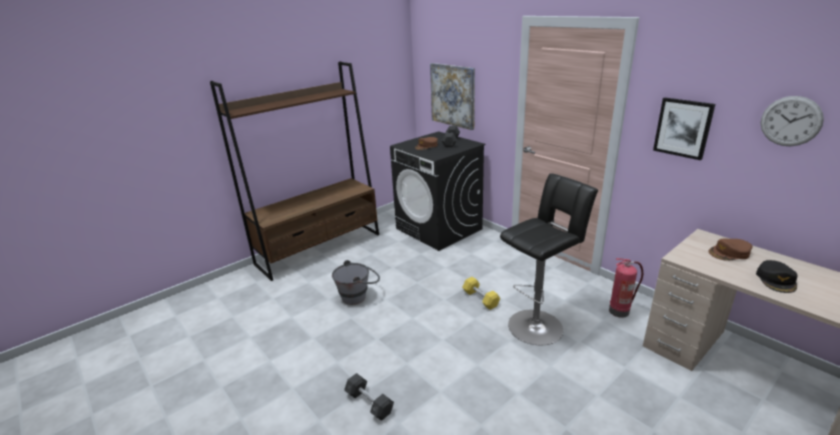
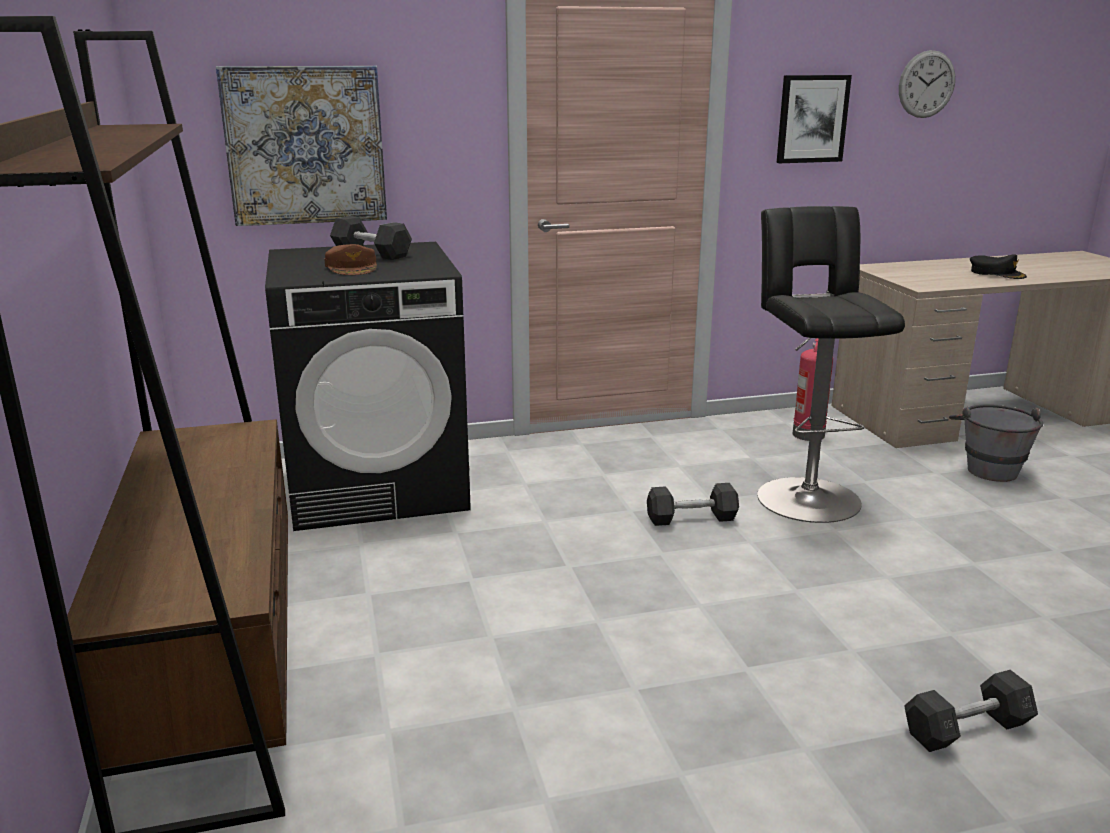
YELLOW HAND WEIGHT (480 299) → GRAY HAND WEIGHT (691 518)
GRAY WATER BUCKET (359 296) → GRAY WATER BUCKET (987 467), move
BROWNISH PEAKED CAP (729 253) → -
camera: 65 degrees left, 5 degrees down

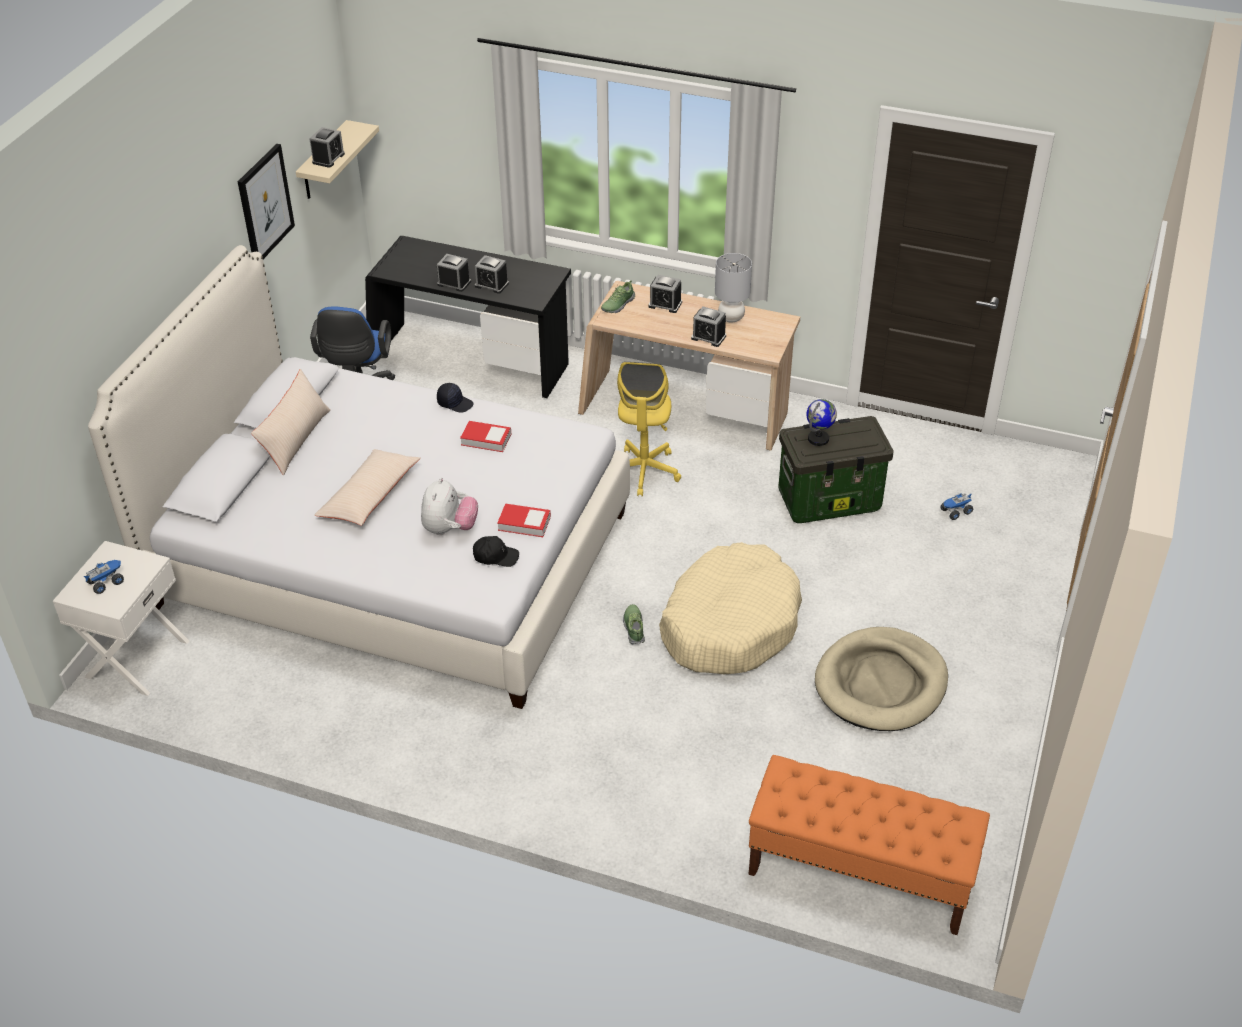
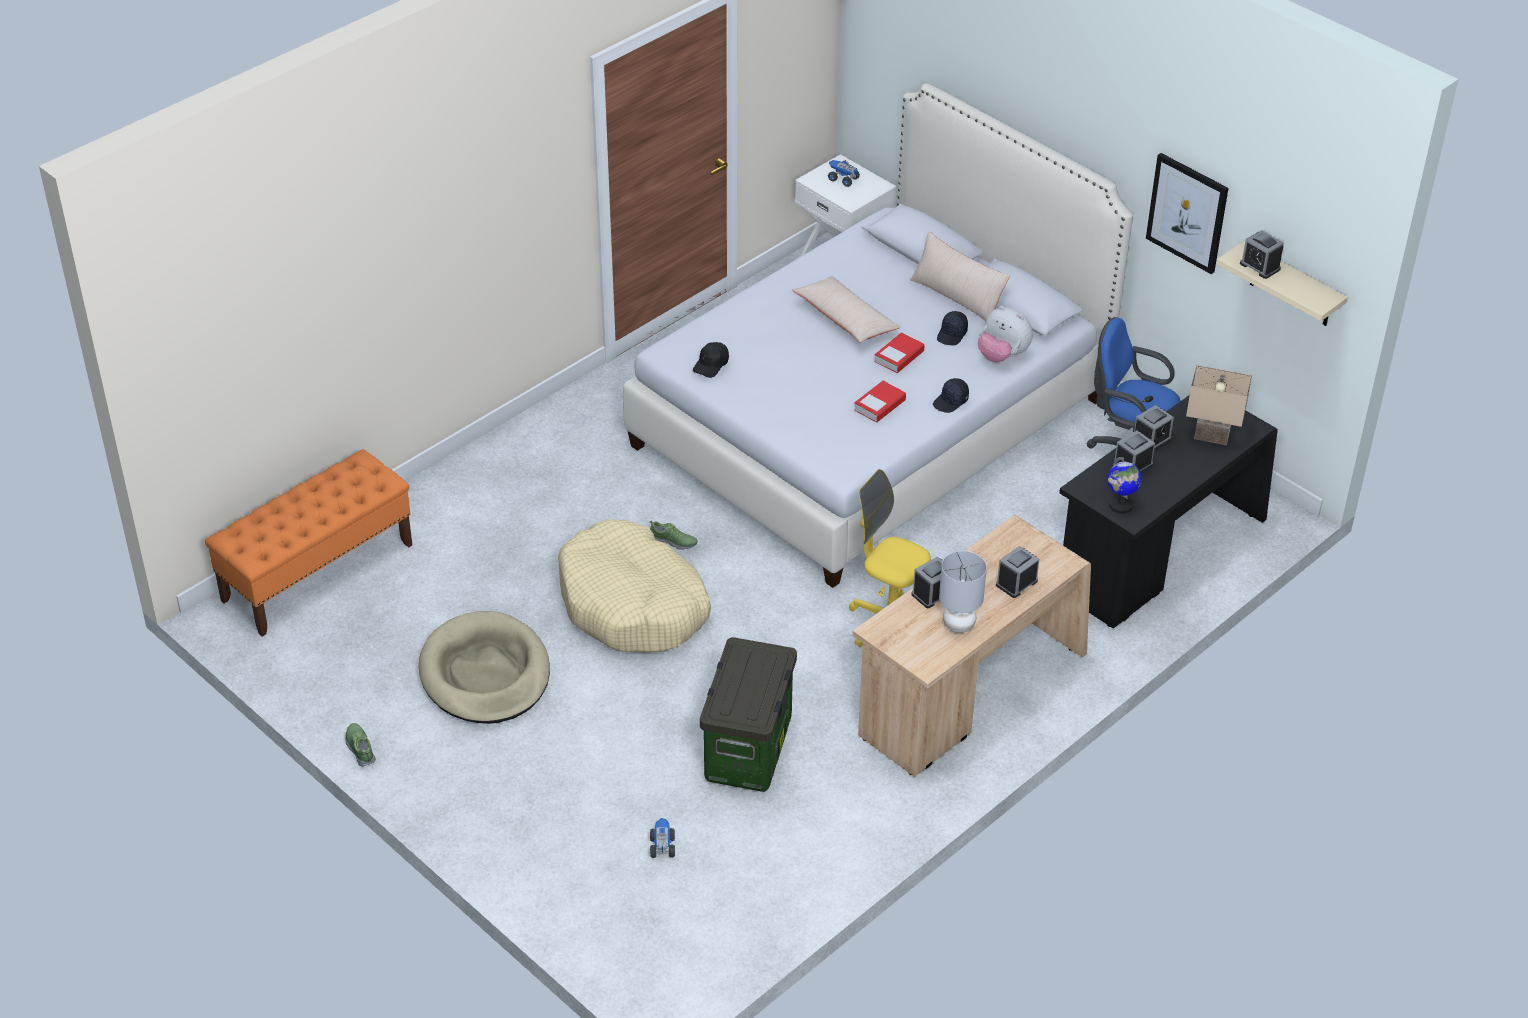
SHOE (617 305) → SHOE (360 748), move
TOY LORRY (106 582) → TOY LORRY (842 179), 135 degrees clockwise
BOUND BOOK (524 523) → BOUND BOOK (899 356), move
- → BLACK PEAKED CAP (952 334)
SOFT TOY (449 529) → SOFT TOY (1002 356), move
DESK GLOBE (818 439) → DESK GLOBE (1120 505), move
- → SAND-COLOURED LAMP FOR A TABLE (1212 434)
camera: 115 degrees right, 0 degrees up

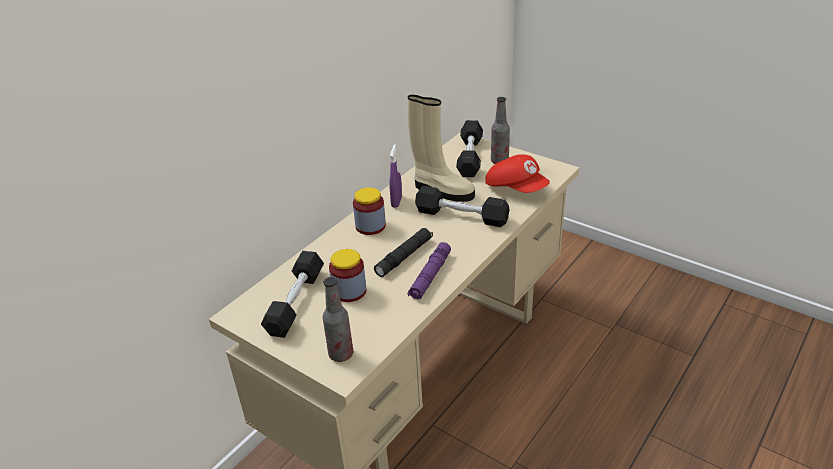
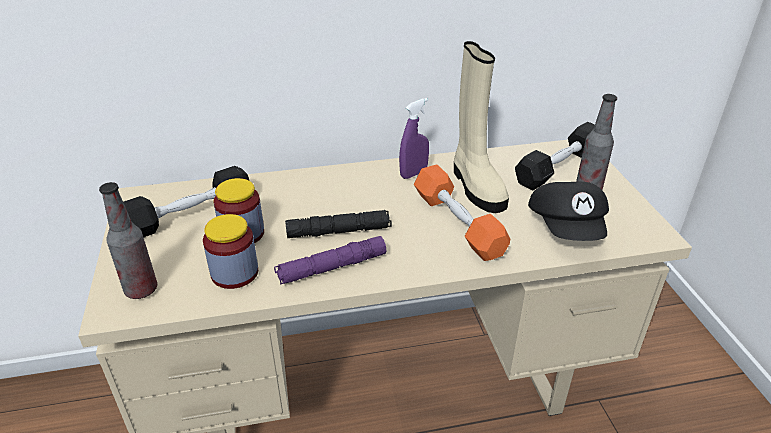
PRESERVE JAR (370 226) → PRESERVE JAR (234 273), move
BLACK HAND WEIGHT (461 216) → ORANGE HAND WEIGHT (458 224)
REDDISH PEAKED CAP (516 188) → BLACK PEAKED CAP (567 228)
camera: 40 degrees right, 0 degrees up

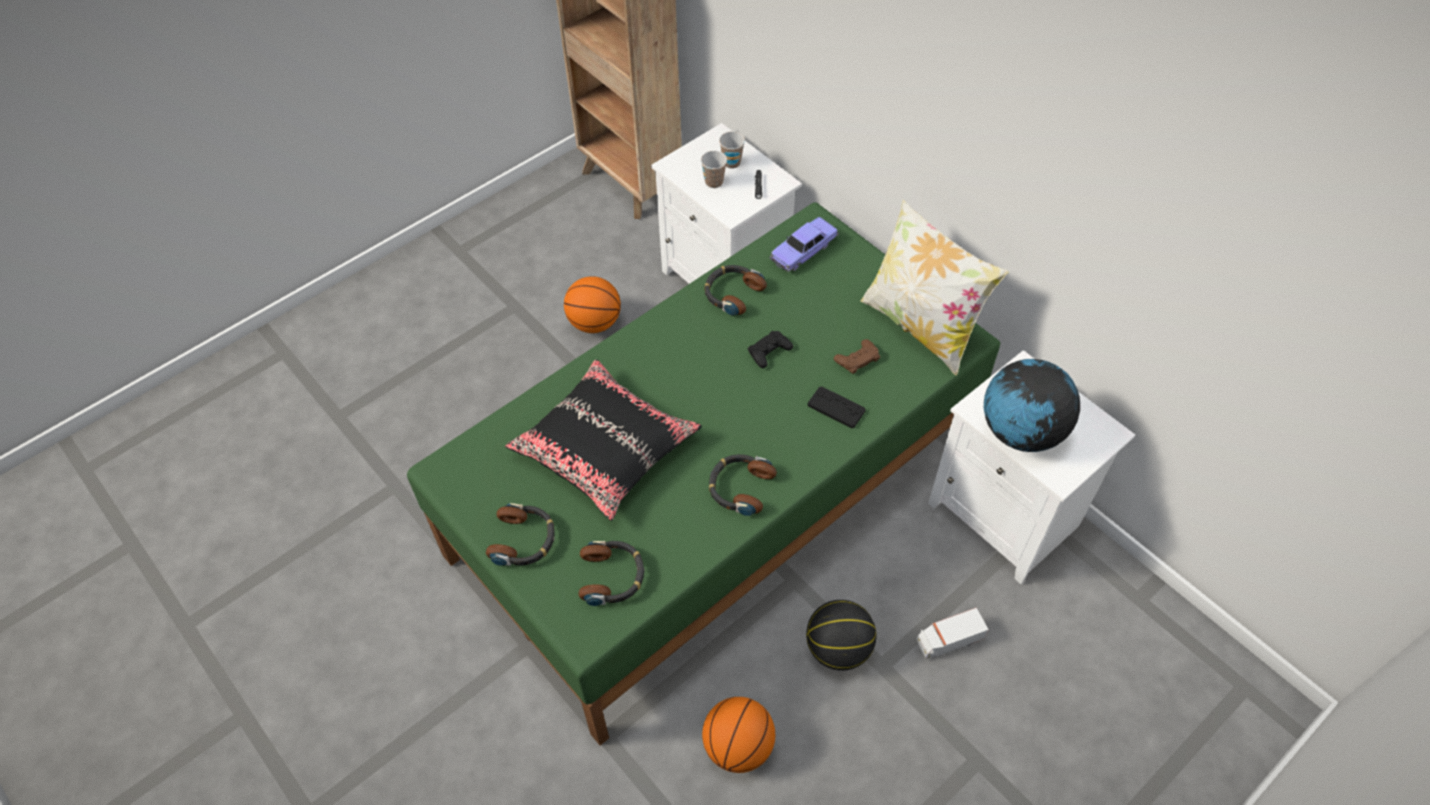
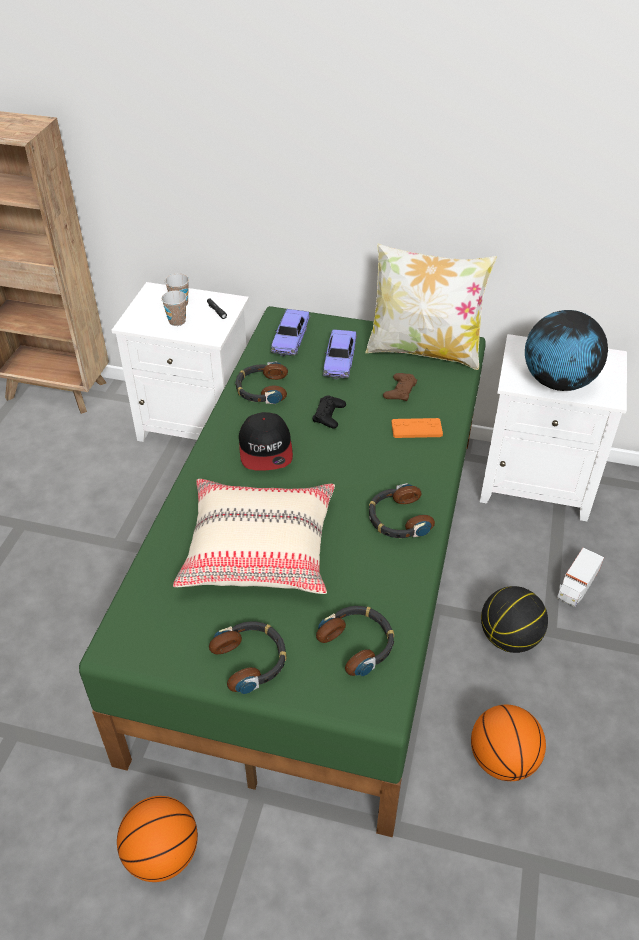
BASKETBALL (595 322) → BASKETBALL (162 854), move
BLACK CUSHION (606 448) → SAND-COLOURED CUSHION (259 548)
- → PEAKED CAP (266 449)
- → MODEL CAR (340 361)
BLACK GAMEPAD (836 408) → ORANGE GAMEPAD (416 429)
camera: 35 degrees left, 10 degrees down

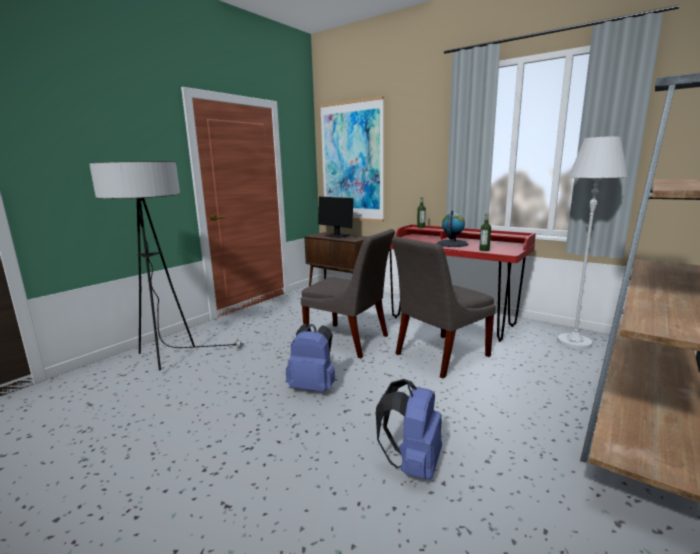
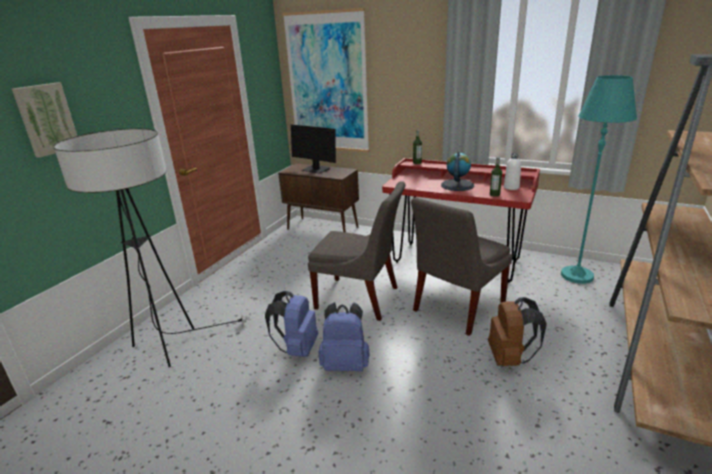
- → PICTURE (46 119)
BLUE-COLOURED RUCKSACK (412 464) → BLUE-COLOURED RUCKSACK (297 349), move
- → BROWNISH RUCKSACK (510 358)
- → WHITE BEVERAGE BOTTLE (511 187)
WHITE FLOOR LAMP (574 342) → TURQUOISE FLOOR LAMP (576 275)
camera: 10 degrees left, 10 degrees up

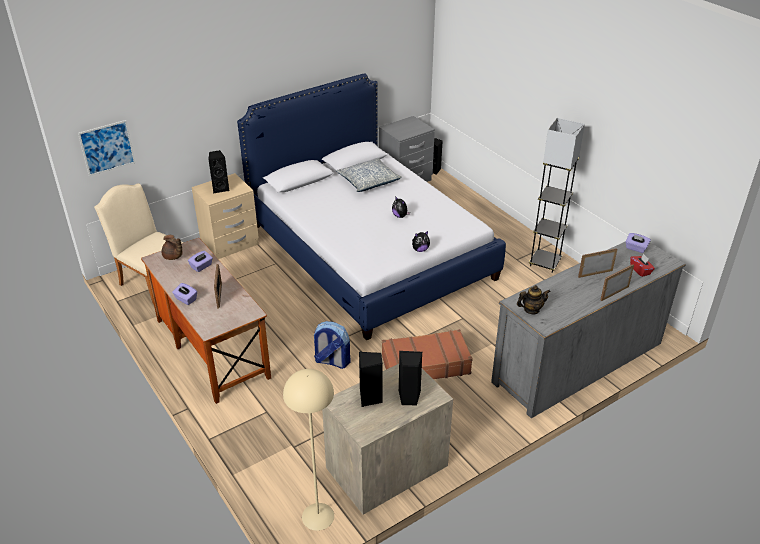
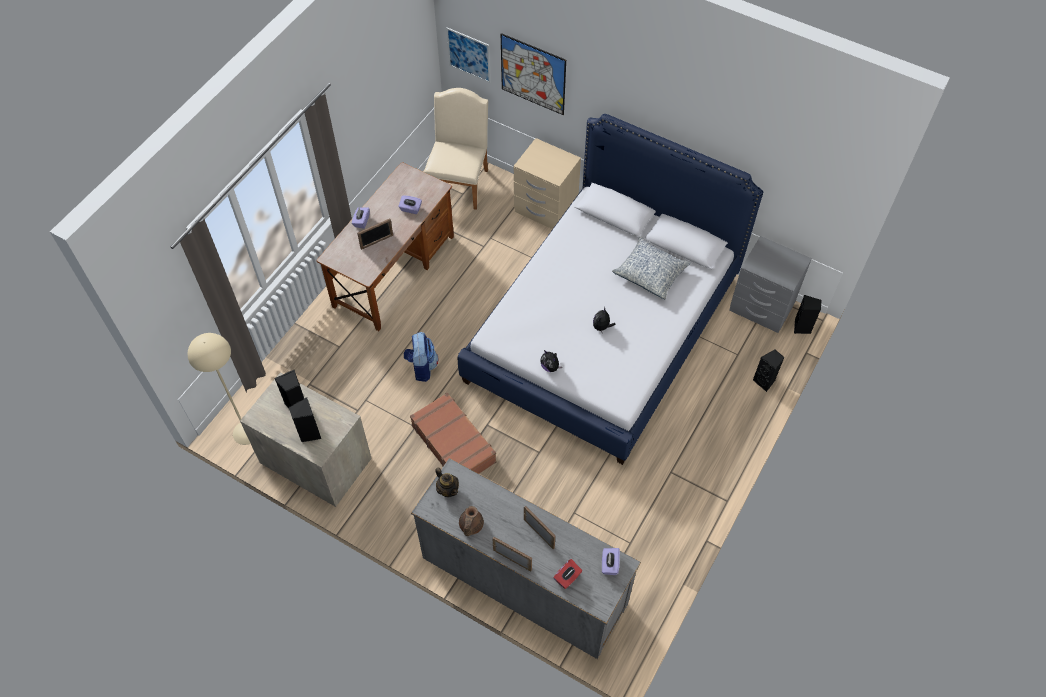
BROWNISH TEAPOT (173 256) → BROWNISH TEAPOT (470 526), move
- → PICTURE (533 74)
BLACK SPEAKER (220 188) → BLACK SPEAKER (765 381), move
GRAY FLOOR LAMP (545 263) → -
camera: 65 degrees right, 20 degrees up

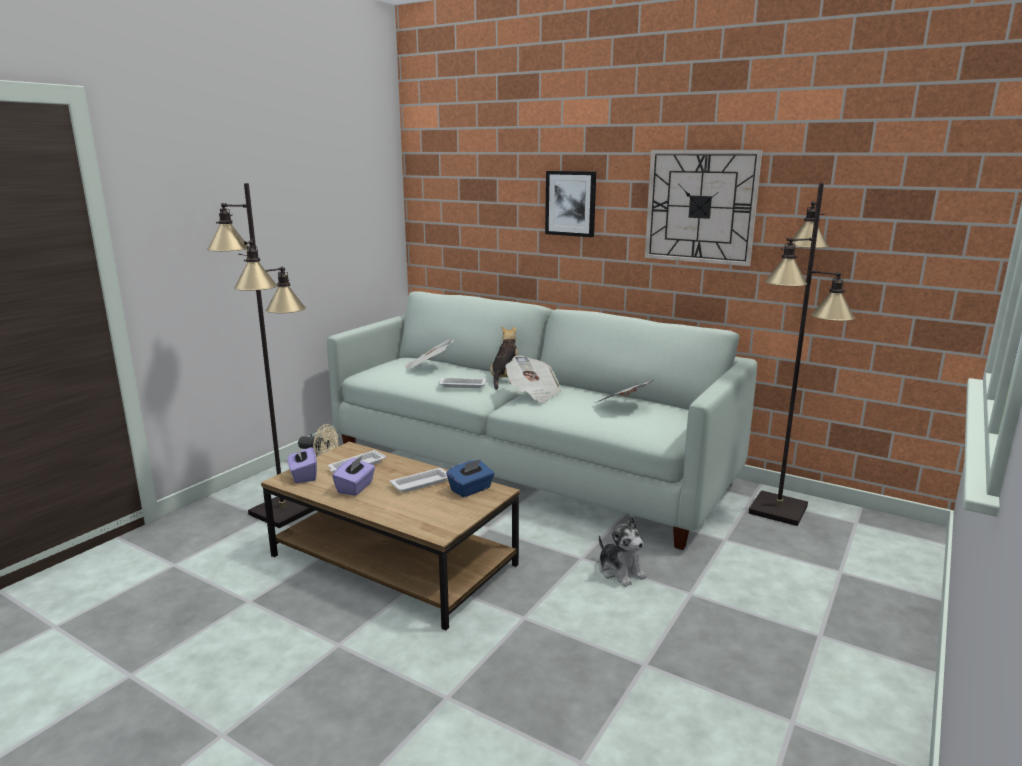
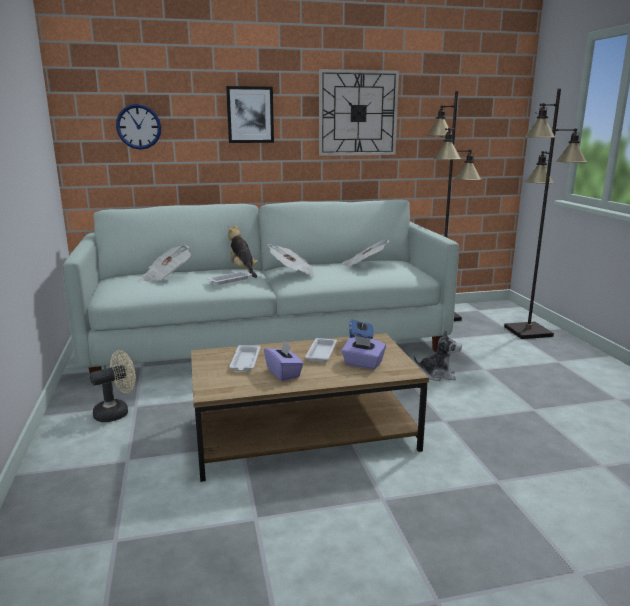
- → HANGING CLOCK (138 127)
PURPLE BOX OF TISSUES (303 476) → PURPLE BOX OF TISSUES (363 364), move
BLACK FLOOR LAMP (283 511) → BLACK FLOOR LAMP (527 331), move
camera: 45 degrees left, 0 degrees up

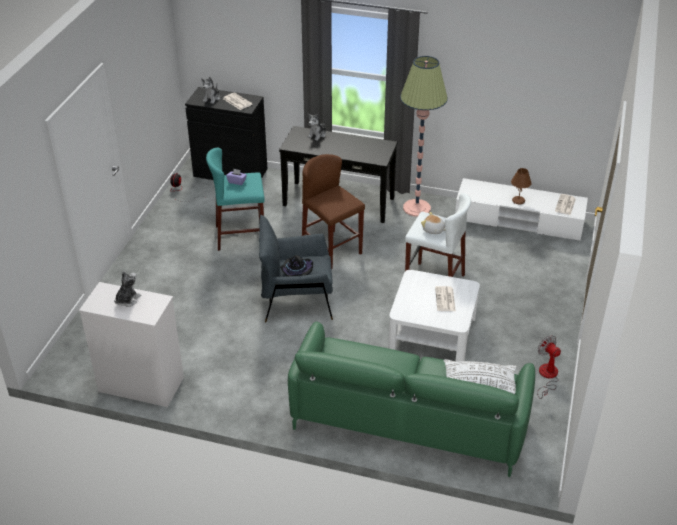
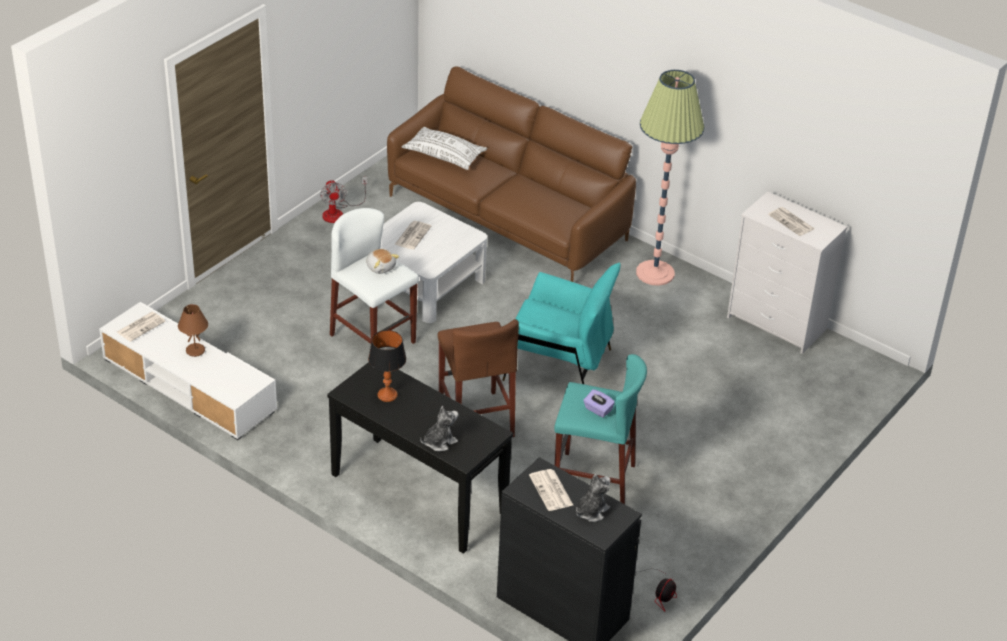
- → LAMP FOR A TABLE (387 395)
GREEN-COLOURED COUCH (408 419) → BROWNISH COUCH (507 218)
GRAY EASY CHAIR (296 299) → TURQUOISE EASY CHAIR (558 365)
FLOOR LAMP (416 208) → FLOOR LAMP (655 273), move
SOFT TOY (127 300) → PRINTED PAPER (792 222)
BLACK WEARABLE HAT (295 271) → -
camera: 160 degrees left, 0 degrees up

